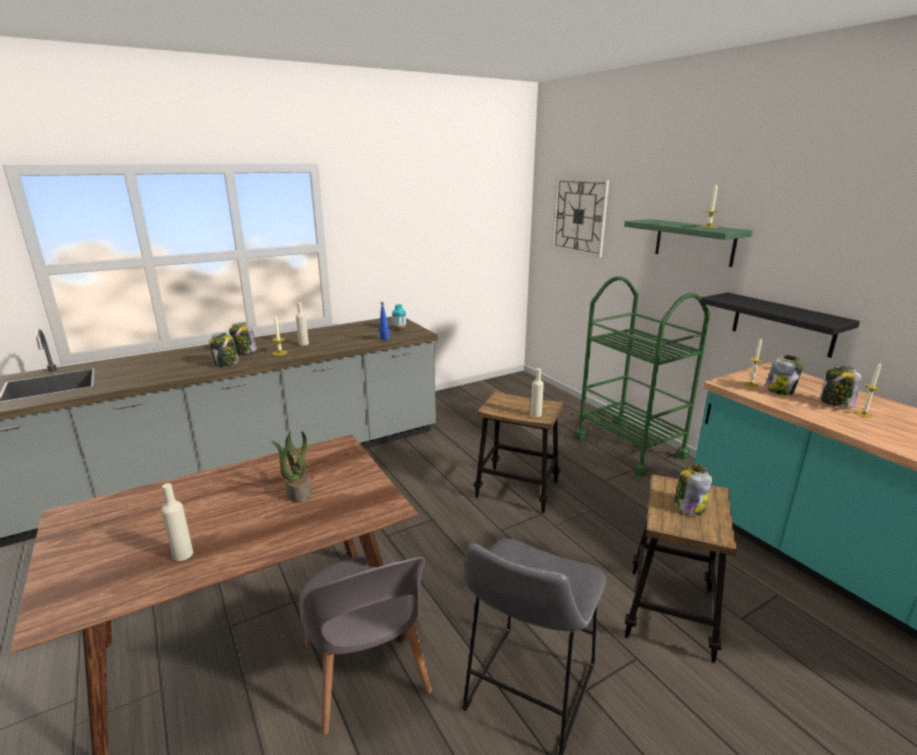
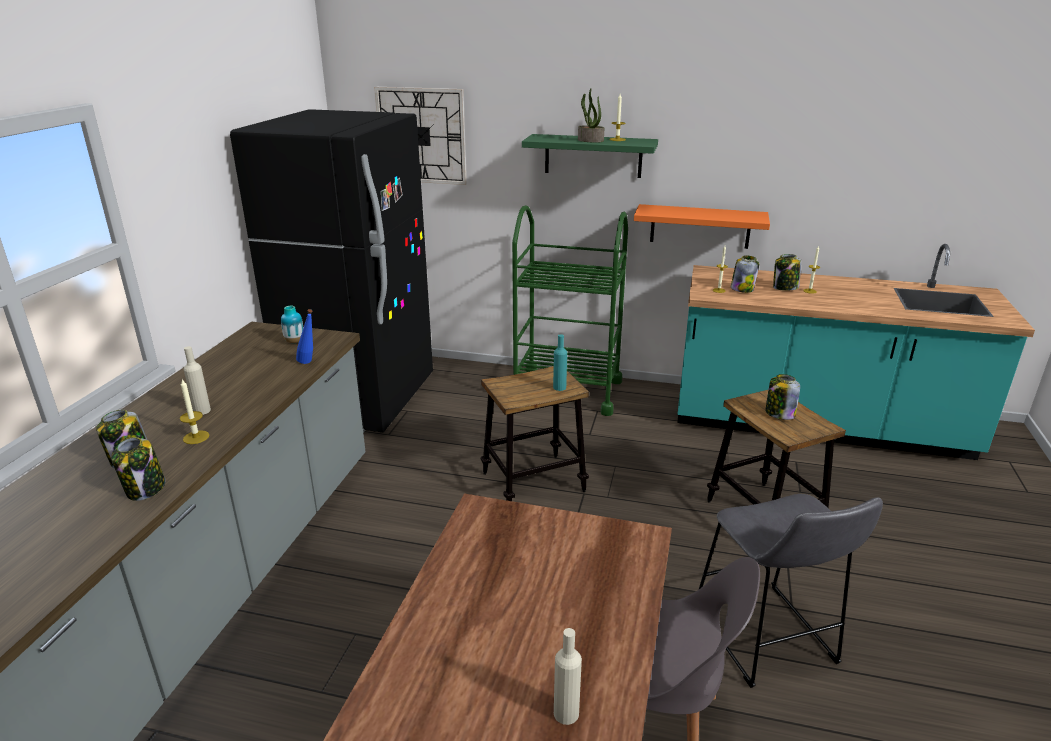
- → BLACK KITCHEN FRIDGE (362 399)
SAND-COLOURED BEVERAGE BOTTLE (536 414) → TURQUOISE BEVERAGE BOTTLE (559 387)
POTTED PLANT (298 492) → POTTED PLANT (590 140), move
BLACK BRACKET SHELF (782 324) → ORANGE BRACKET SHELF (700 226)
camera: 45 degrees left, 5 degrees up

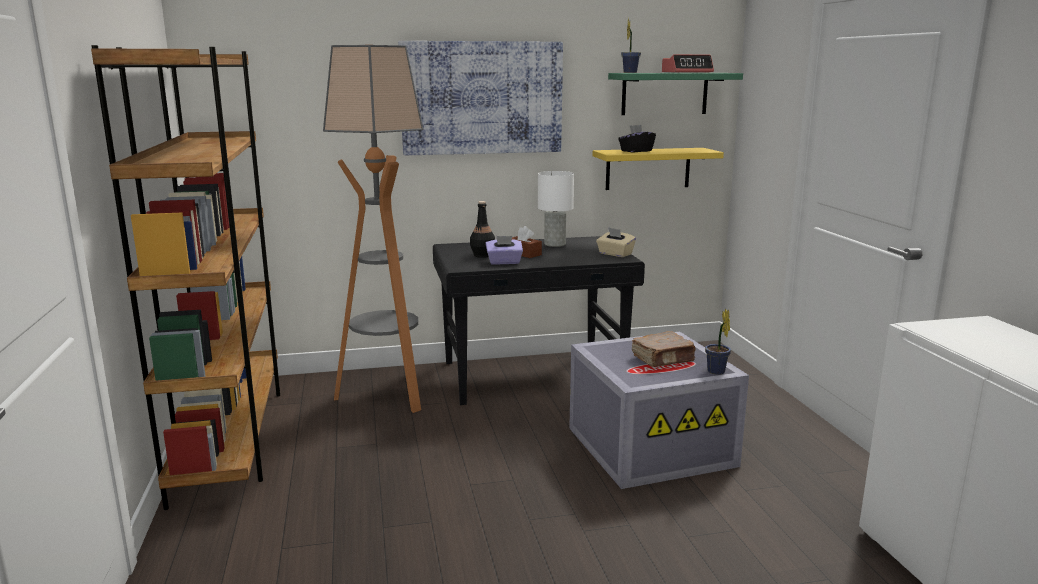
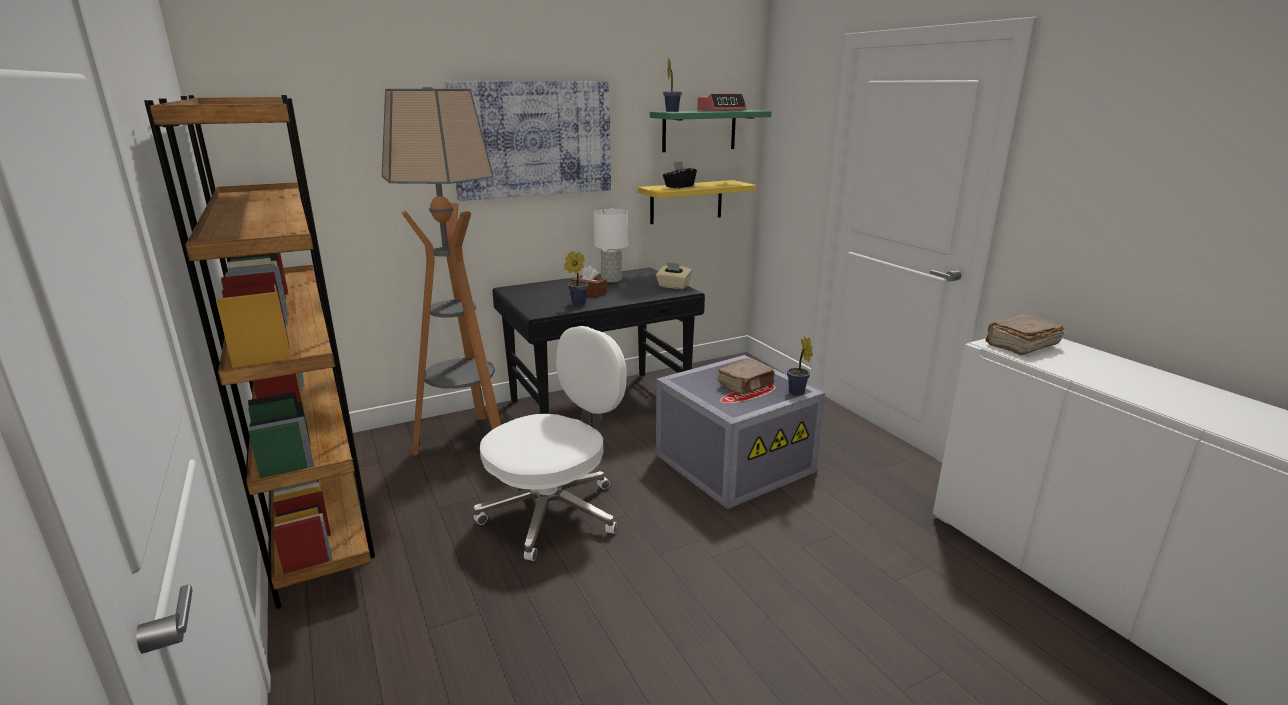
- → WHITE COMPUTER CHAIR (554 512)
PURPLE BOX OF TISSUES (504 262) → POTTED PLANT (576 303)
- → BROWNISH BOUND BOOK (1020 345)
BLACK BEVERAGE BOTTLE (482 255) → -
camera: 15 degrees left, 5 degrees up

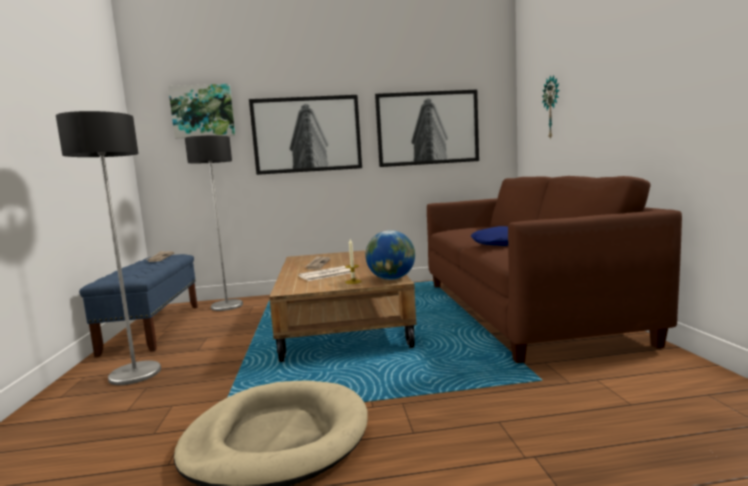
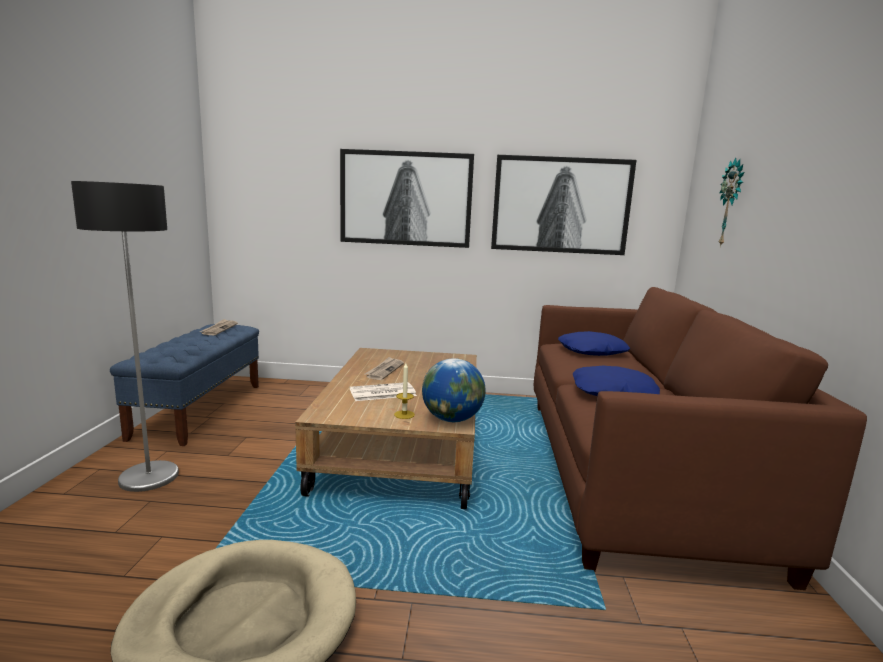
- → BLUE-COLOURED CUSHION (592 351)
PICTURE (203 111) → -
FLOOR LAMP (226 306) → -
camera: 10 degrees right, 5 degrees up

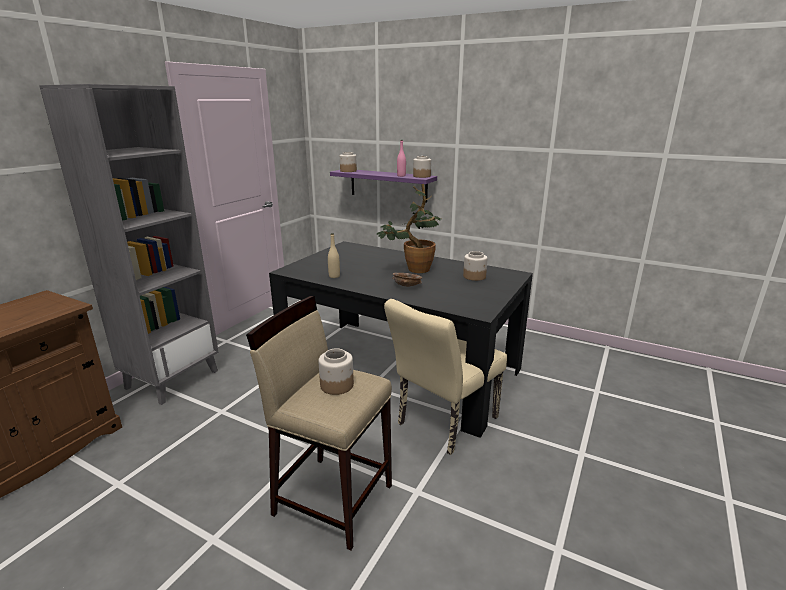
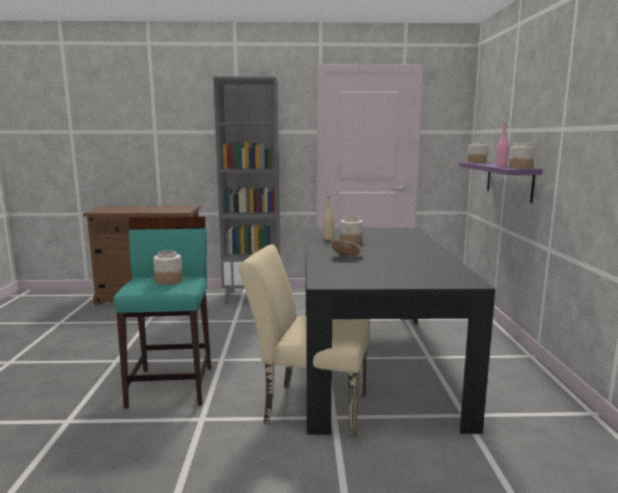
SAND-COLOURED SITTING STOOL (333 498) → TURQUOISE SITTING STOOL (172 386)
PRESERVE JAR (474 276) → PRESERVE JAR (351 241), move
POTTED PLANT (413 270) → -
camera: 60 degrees right, 10 degrees down

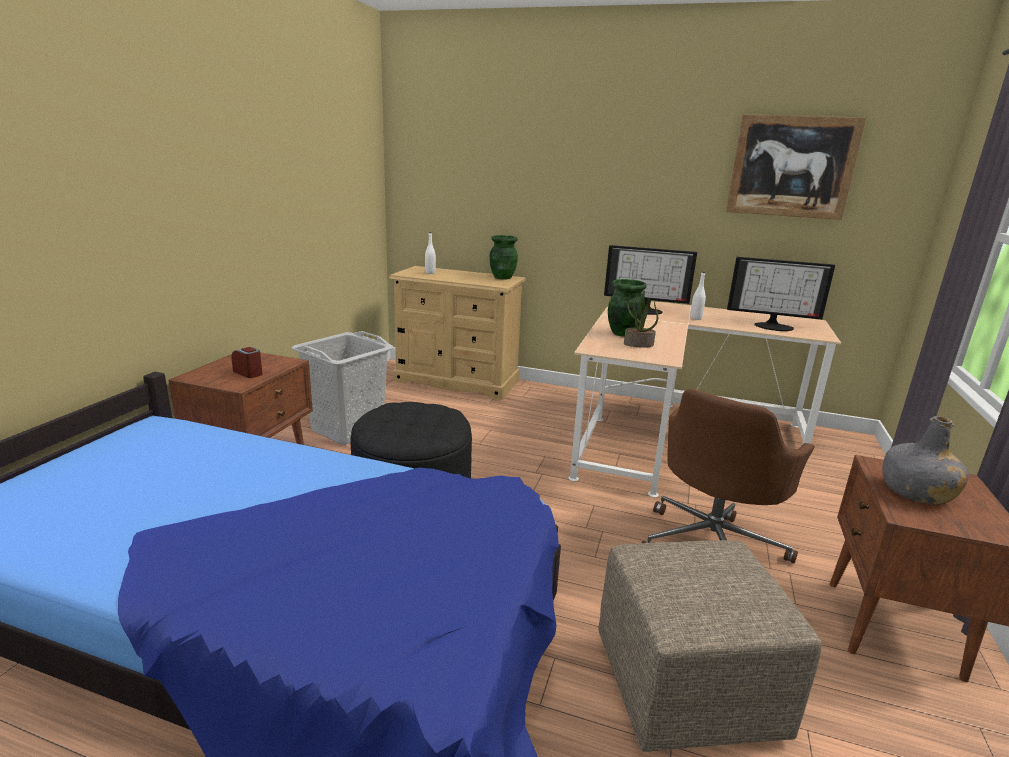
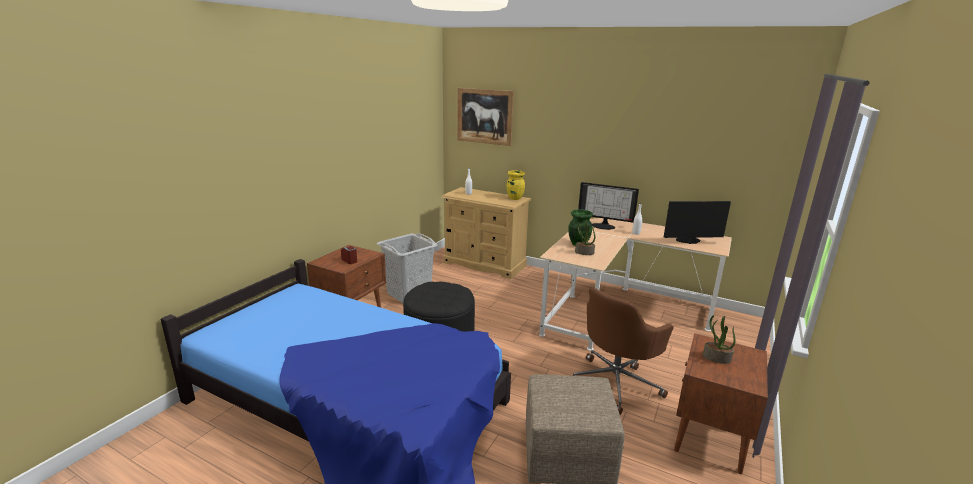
PICTURE (791 167) → PICTURE (484 116), move
GREEN-COLOURED DECORATIVE VASE (502 277) → YELLOW DECORATIVE VASE (515 198)
MONITOR (774 326) → MONITOR (688 241), 150 degrees clockwise
GRAY BEVERAGE BOTTLE (916 492) → POTTED PLANT (716 358)
camera: 10 degrees right, 0 degrees up

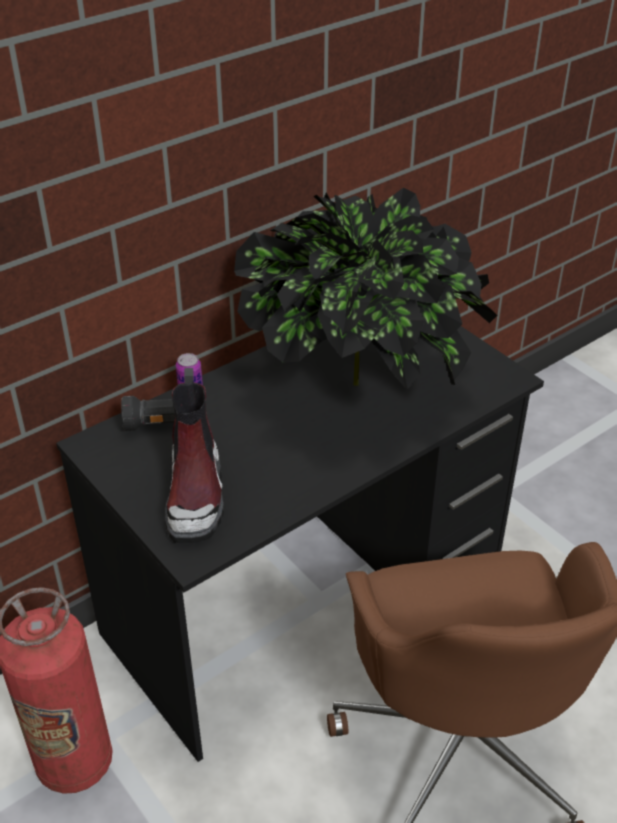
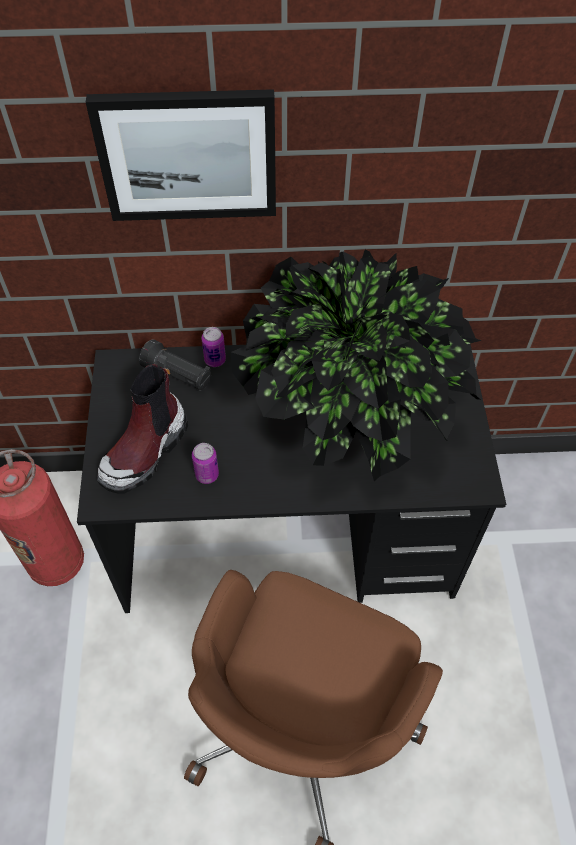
- → PICTURE (188 155)
- → METAL CAN (207 475)
camera: 35 degrees right, 15 degrees up

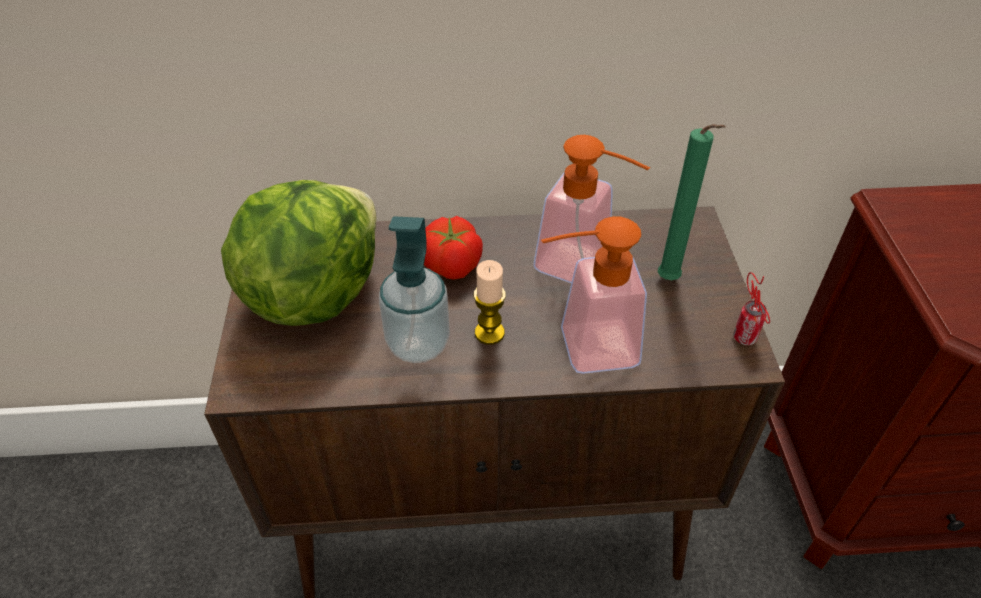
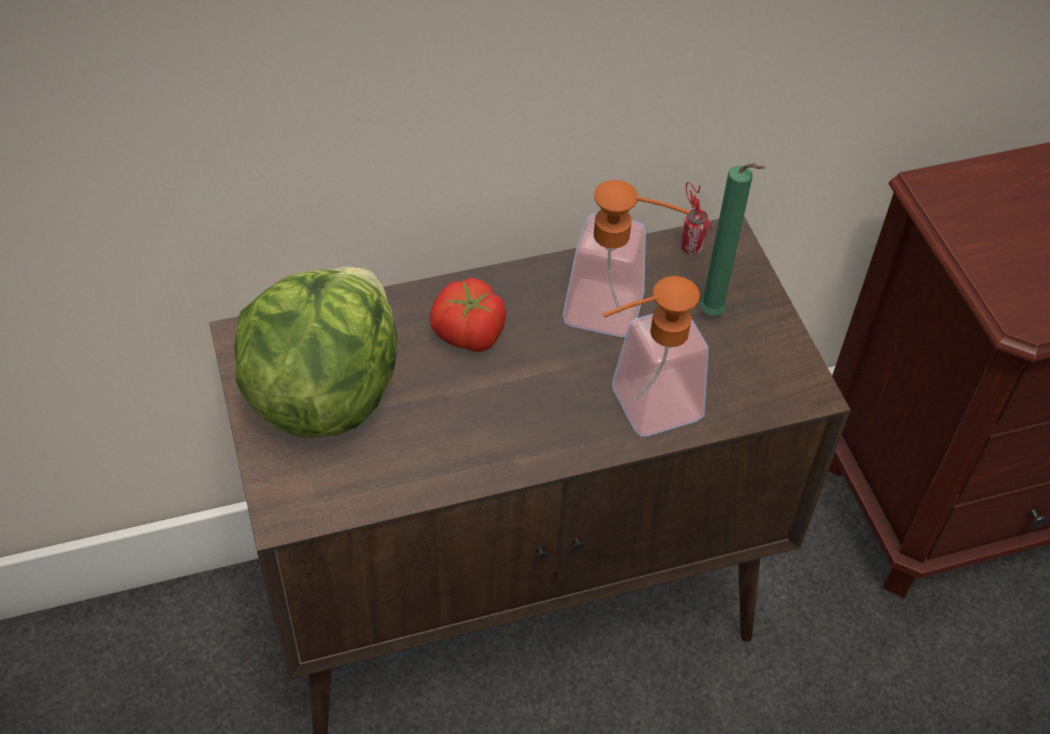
METAL CAN (745 340) → METAL CAN (693 249), move
SOAP DISPENSER (418 344) → -
WAX LIGHT (489 333) → -
camera: 15 degrees left, 5 degrees up

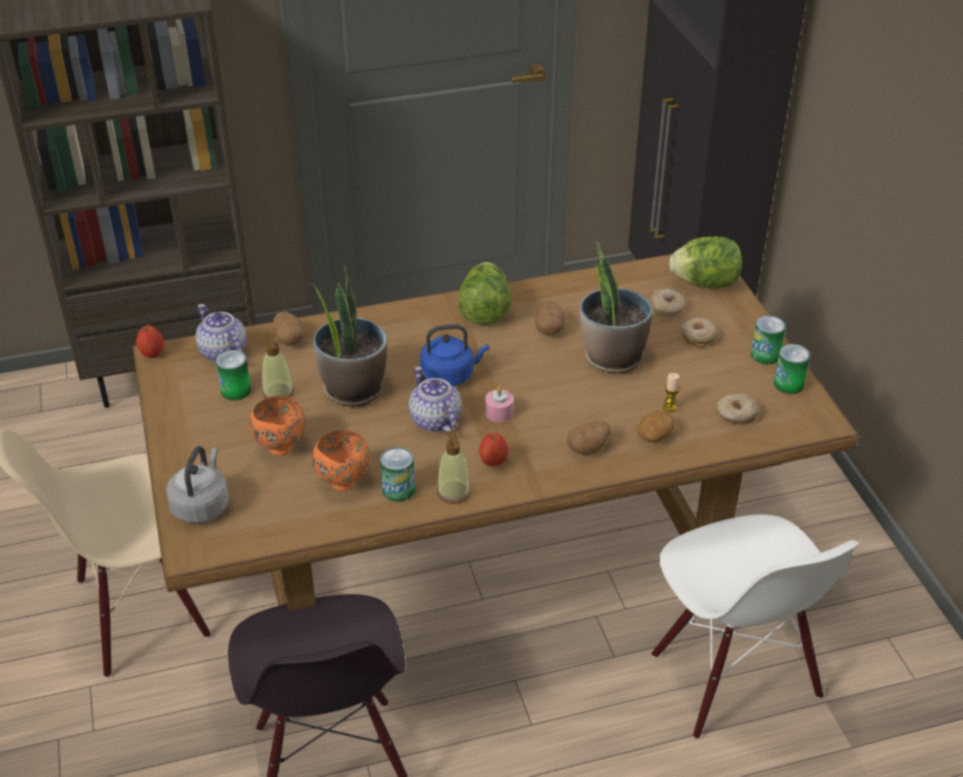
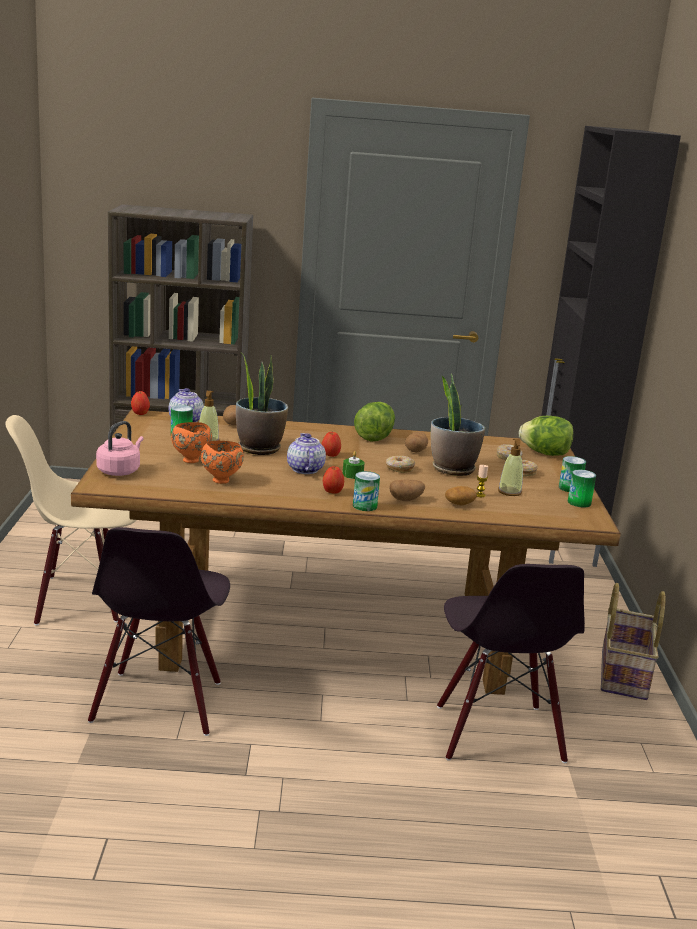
GRAY KETTLE (202 505) → PINKISH KETTLE (120 471)
BLUE-COLOURED KETTLE (450 375) → APPLE FRUIT (330 455)
PINKISH WAX LIGHT (499 412) → GREEN-COLOURED WAX LIGHT (352 474)
METAL CAN (398 490) → METAL CAN (365 506), move
DOUGHNUT (736 414) → DOUGHNUT (399 468), move
WHITE UPRIGHT CHAIR (733 677) → BLACK UPRIGHT CHAIR (497 733)
SOAP DISPENSER (454 492) → SOAP DISPENSER (509 492), move
- → HOUSEHOLD BASKET (622 673)
camera: 15 degrees right, 20 degrees down

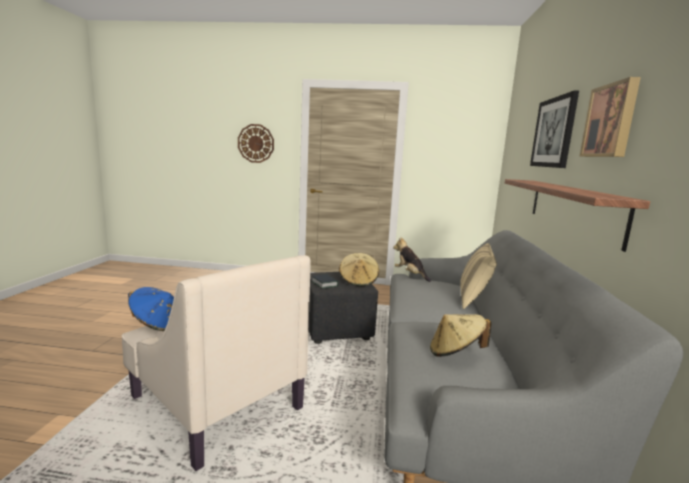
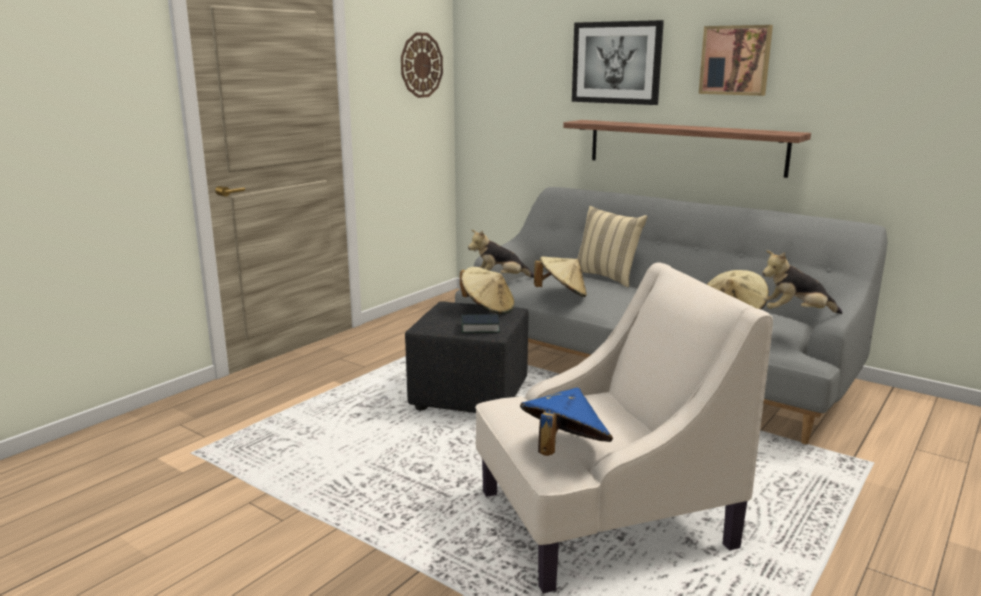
HANGING CLOCK (256 143) → HANGING CLOCK (421 65), move
- → SAND-COLOURED WEARABLE HAT (562 295)
- → SOFT TOY (796 314)
camera: 60 degrees left, 5 degrees up

